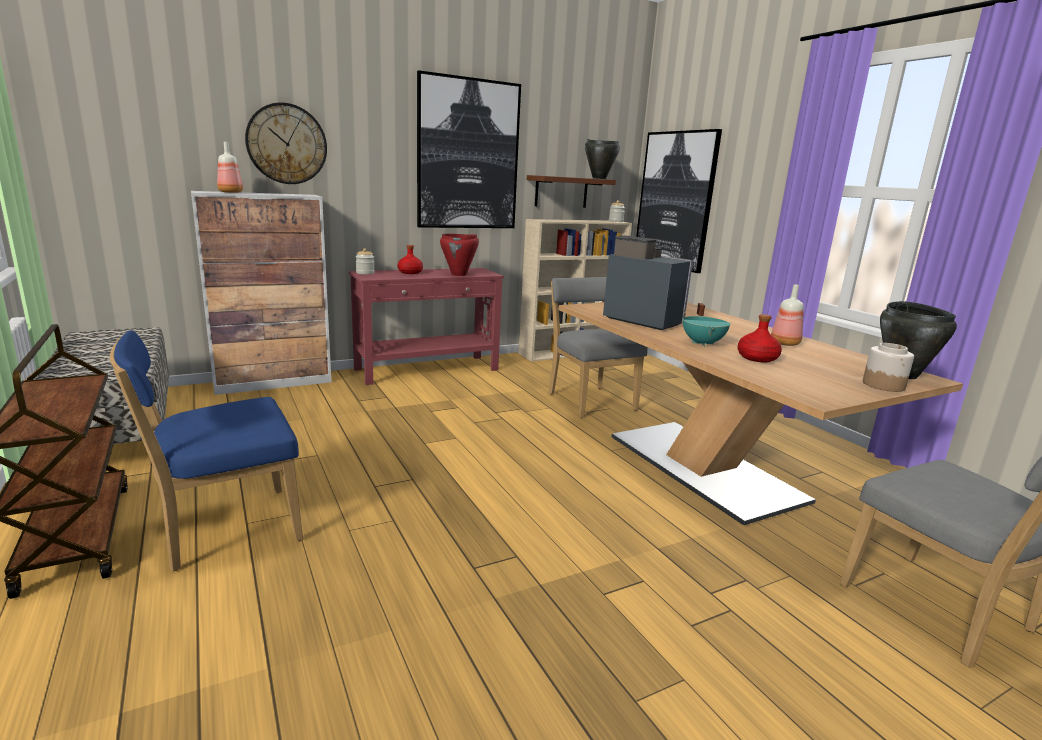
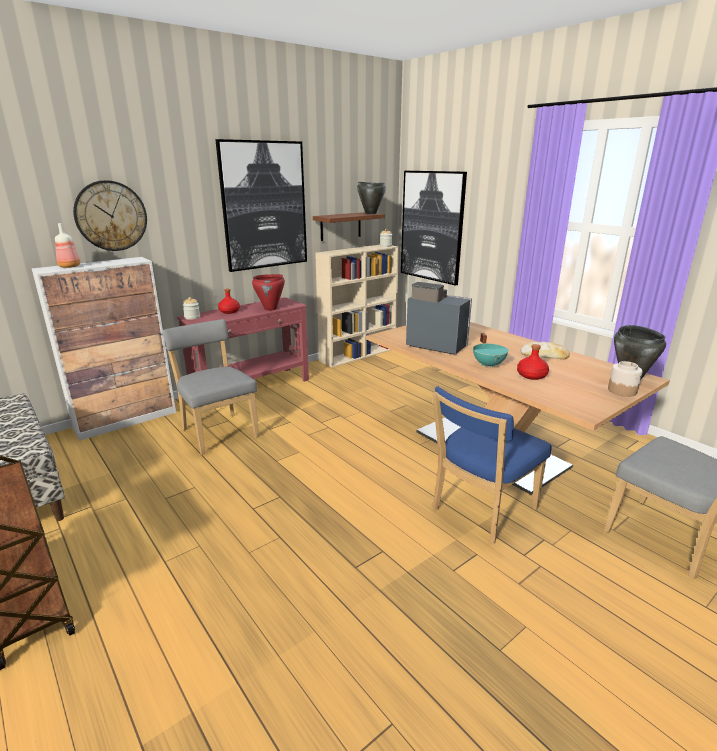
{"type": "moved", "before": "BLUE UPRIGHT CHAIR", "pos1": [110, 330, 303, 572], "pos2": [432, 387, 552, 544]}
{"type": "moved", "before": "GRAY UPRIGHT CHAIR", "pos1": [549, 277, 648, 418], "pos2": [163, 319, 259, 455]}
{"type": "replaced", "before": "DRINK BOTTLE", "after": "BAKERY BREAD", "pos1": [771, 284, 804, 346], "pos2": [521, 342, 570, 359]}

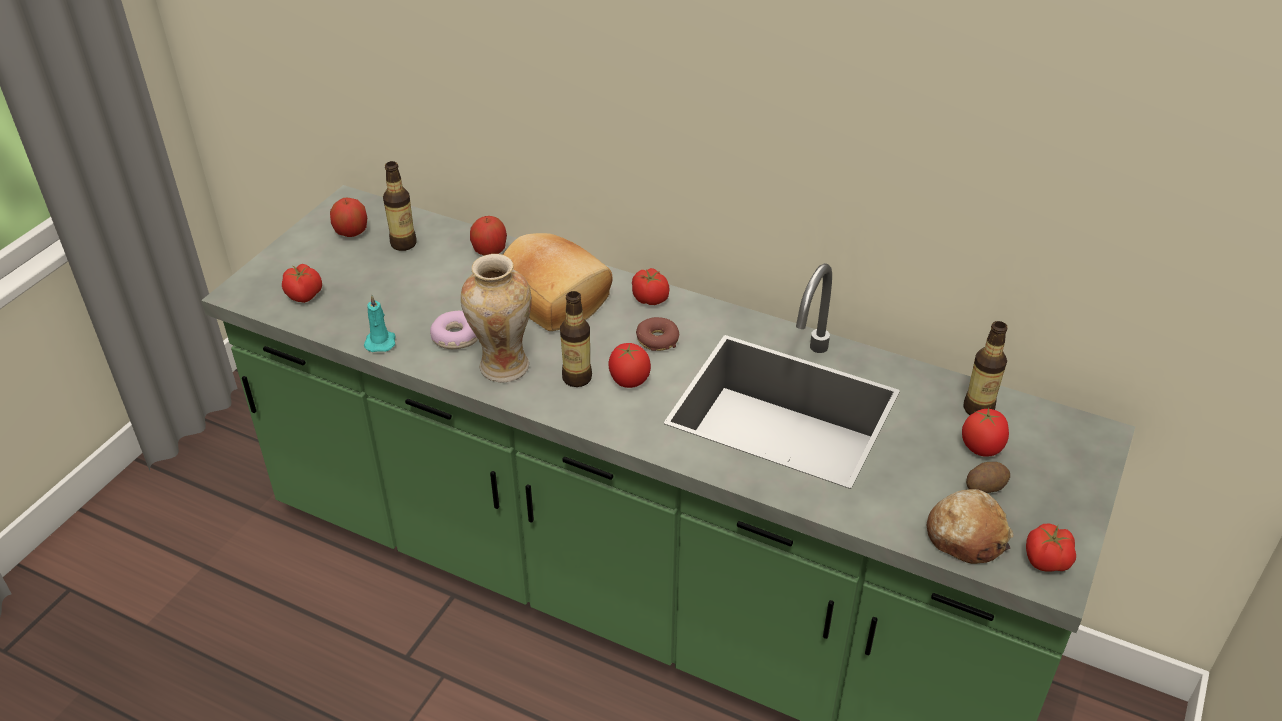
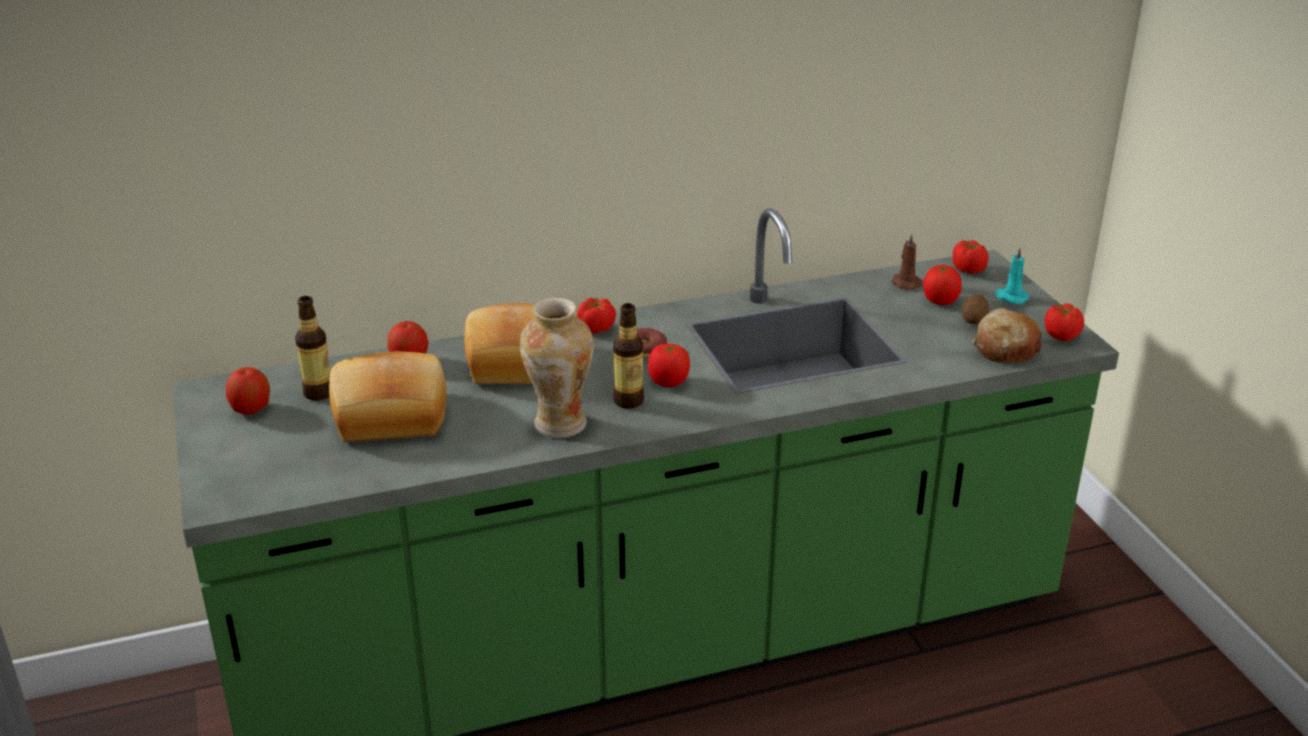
{"type": "removed", "before": "DOUGHNUT", "pos1": [430, 311, 478, 349]}
{"type": "added", "after": "BAKERY BREAD", "pos2": [329, 351, 446, 442]}
{"type": "moved", "before": "TOMATO", "pos1": [282, 264, 322, 303], "pos2": [953, 240, 988, 274]}
{"type": "moved", "before": "TURQUOISE-COLOURED WAX LIGHT", "pos1": [364, 295, 396, 352], "pos2": [994, 247, 1029, 304]}
{"type": "replaced", "before": "DRINK BOTTLE", "after": "BROWNISH WAX LIGHT", "pos1": [963, 321, 1008, 415], "pos2": [891, 233, 923, 290]}

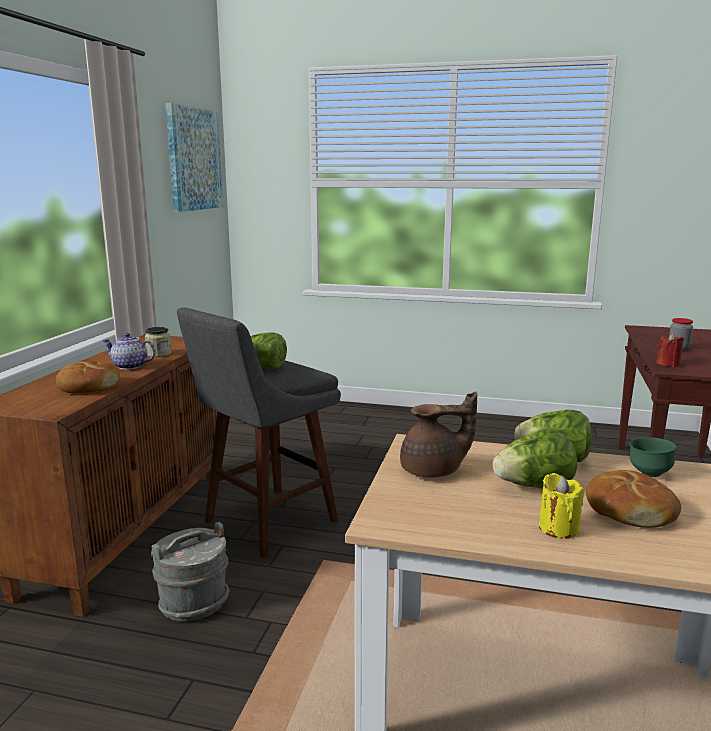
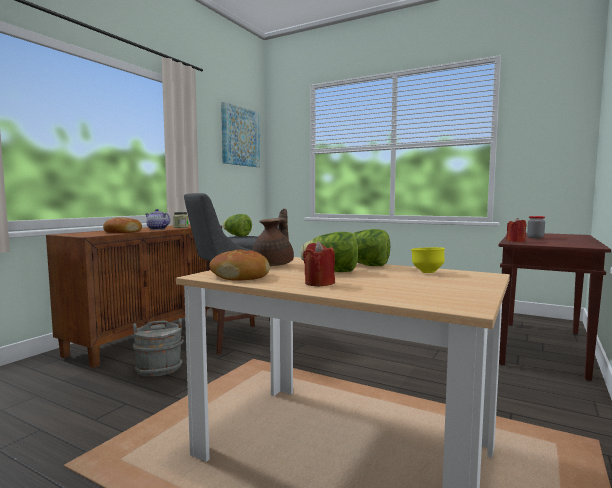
{"type": "moved", "before": "BAKERY BREAD", "pos1": [586, 470, 681, 528], "pos2": [209, 250, 270, 281]}
{"type": "recoloured", "before": "YELLOWISH WAX LIGHT", "after": "REDDISH WAX LIGHT", "pos1": [539, 473, 584, 539], "pos2": [303, 241, 335, 286]}
{"type": "recoloured", "before": "GREENISH SERVING BOWL", "after": "YELLOWISH SERVING BOWL", "pos1": [629, 437, 676, 477], "pos2": [411, 247, 445, 273]}
{"type": "turned", "before": "BROWNISH TEAPOT", "pos1": [400, 391, 477, 477], "pos2": [253, 208, 294, 266], "turn": -75}

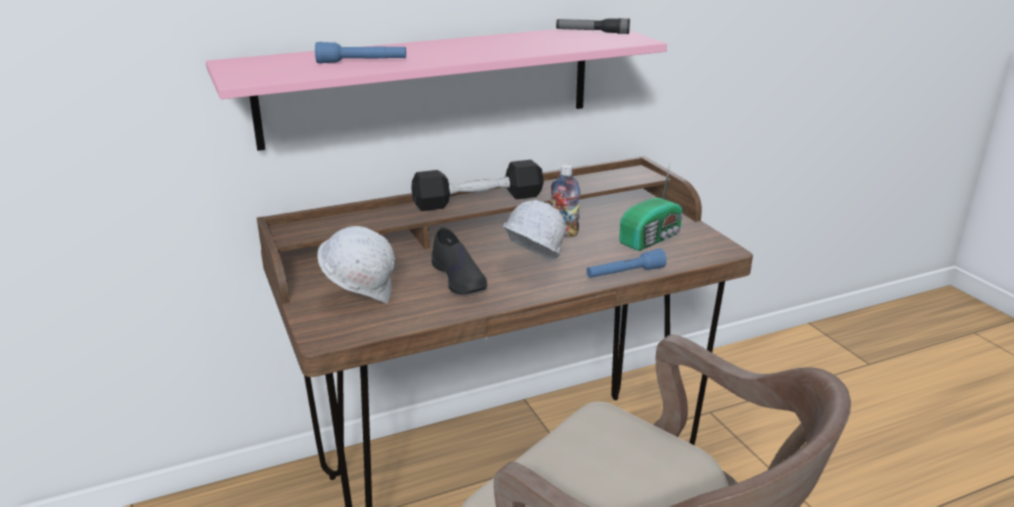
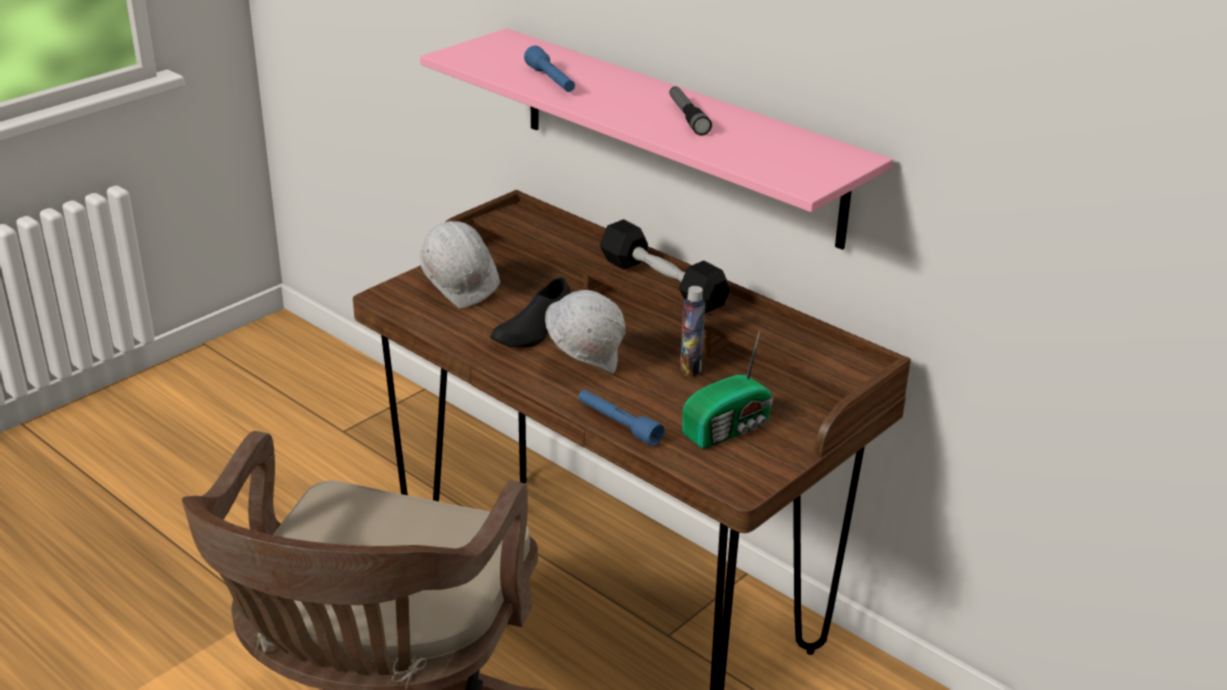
{"type": "moved", "before": "TORCH", "pos1": [556, 18, 630, 34], "pos2": [669, 87, 712, 136]}
{"type": "turned", "before": "RADIO", "pos1": [619, 163, 683, 251], "pos2": [682, 331, 773, 449], "turn": -60}

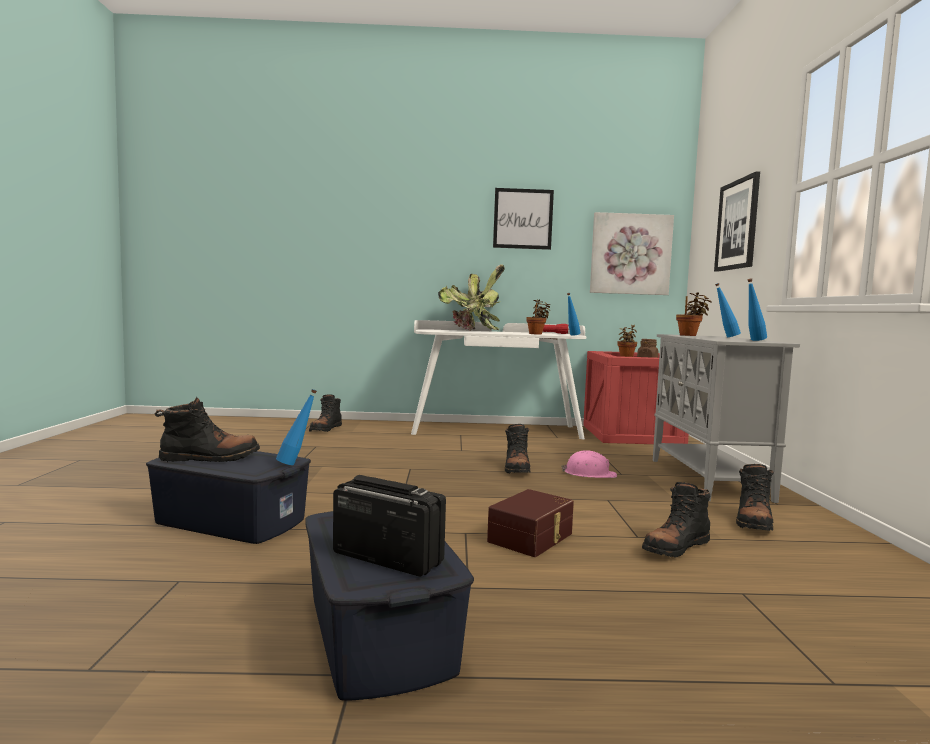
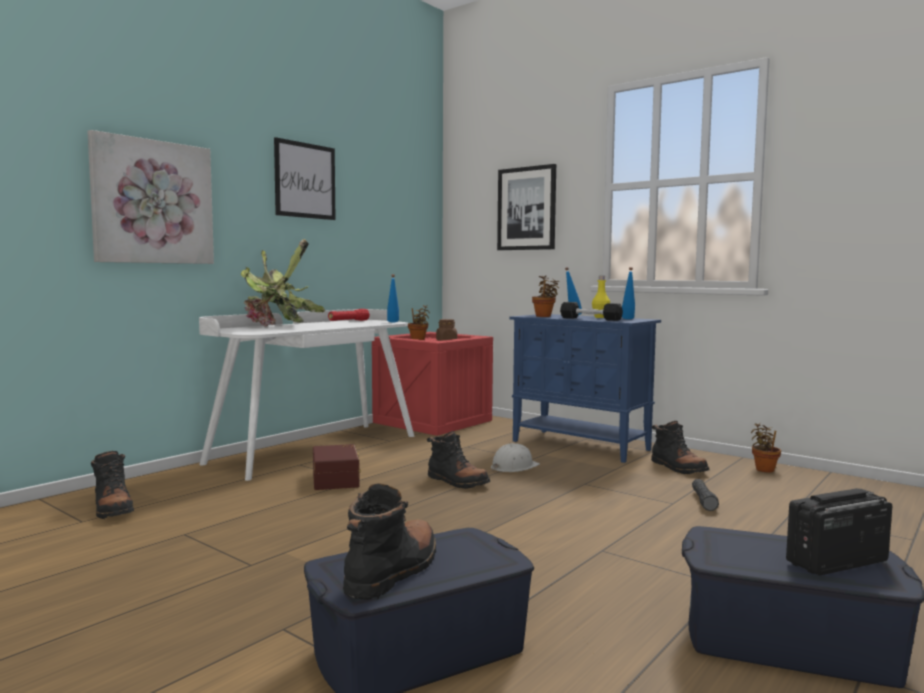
{"type": "removed", "before": "BLUE DRINK BOTTLE", "pos1": [276, 389, 317, 465]}
{"type": "added", "after": "BLACK-COLOURED FREE WEIGHT", "pos2": [560, 302, 623, 321]}
{"type": "added", "after": "YELLOWISH DRINK BOTTLE", "pos2": [592, 276, 610, 318]}
{"type": "moved", "before": "BROWNISH STORAGE BIN", "pos1": [487, 489, 574, 557], "pos2": [313, 444, 361, 490]}
{"type": "moved", "before": "HOUSEPLANT", "pos1": [526, 299, 551, 335], "pos2": [751, 423, 781, 473]}
{"type": "moved", "before": "WALL PICTURE", "pos1": [590, 212, 674, 295], "pos2": [88, 130, 214, 264]}
{"type": "replaced", "before": "BLACK-COLOURED TALL BOOT", "after": "BLACK-COLOURED TORCH", "pos1": [642, 482, 710, 557], "pos2": [692, 479, 719, 511]}
{"type": "recoloured", "before": "PINK WORK HELMET", "after": "WHITE WORK HELMET", "pos1": [562, 450, 617, 478], "pos2": [491, 443, 540, 472]}
{"type": "recoloured", "before": "GRAY STORAGE CABINET", "after": "BLUE STORAGE CABINET", "pos1": [653, 334, 800, 503], "pos2": [510, 314, 661, 463]}

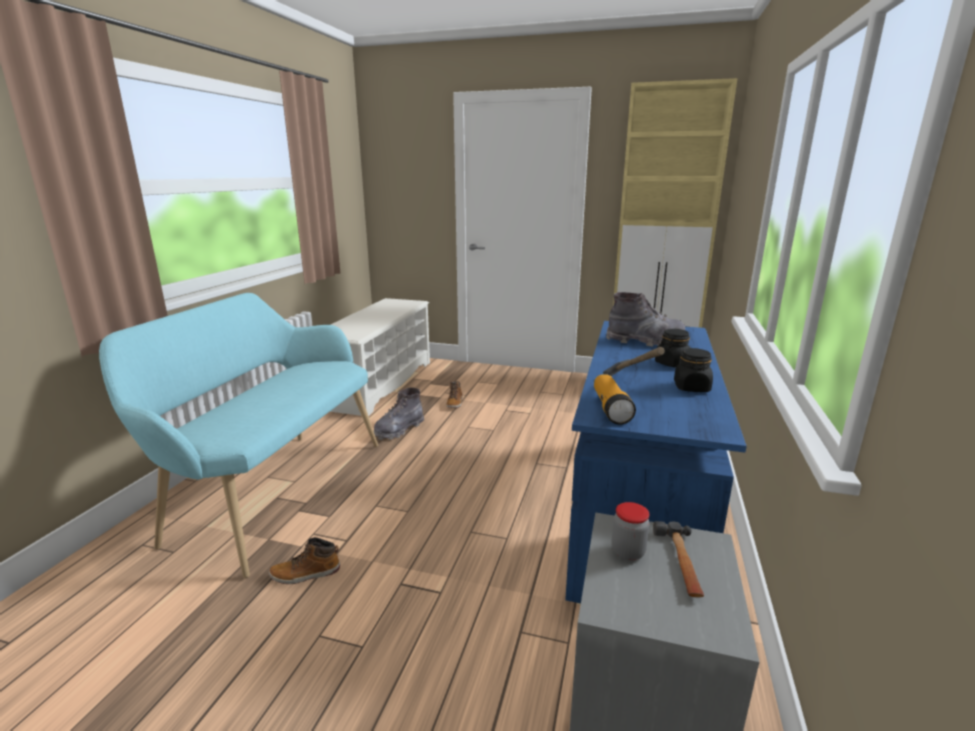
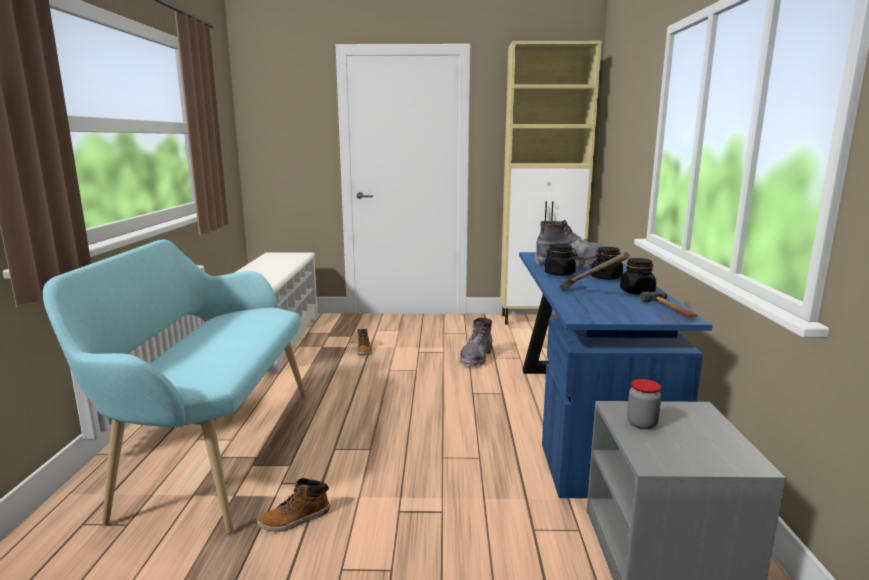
{"type": "removed", "before": "TORCH", "pos1": [594, 374, 636, 425]}
{"type": "added", "after": "BLACK-COLOURED STORAGE JAR", "pos2": [545, 244, 577, 276]}
{"type": "moved", "before": "GRAY TALL BOOT", "pos1": [374, 387, 424, 440], "pos2": [460, 318, 492, 367]}
{"type": "moved", "before": "HAND HAMMER", "pos1": [653, 521, 704, 597], "pos2": [640, 292, 698, 318]}

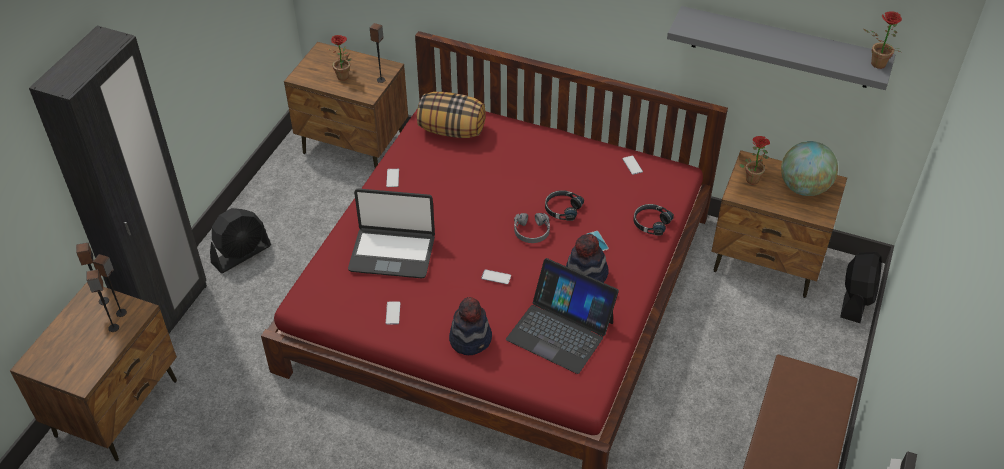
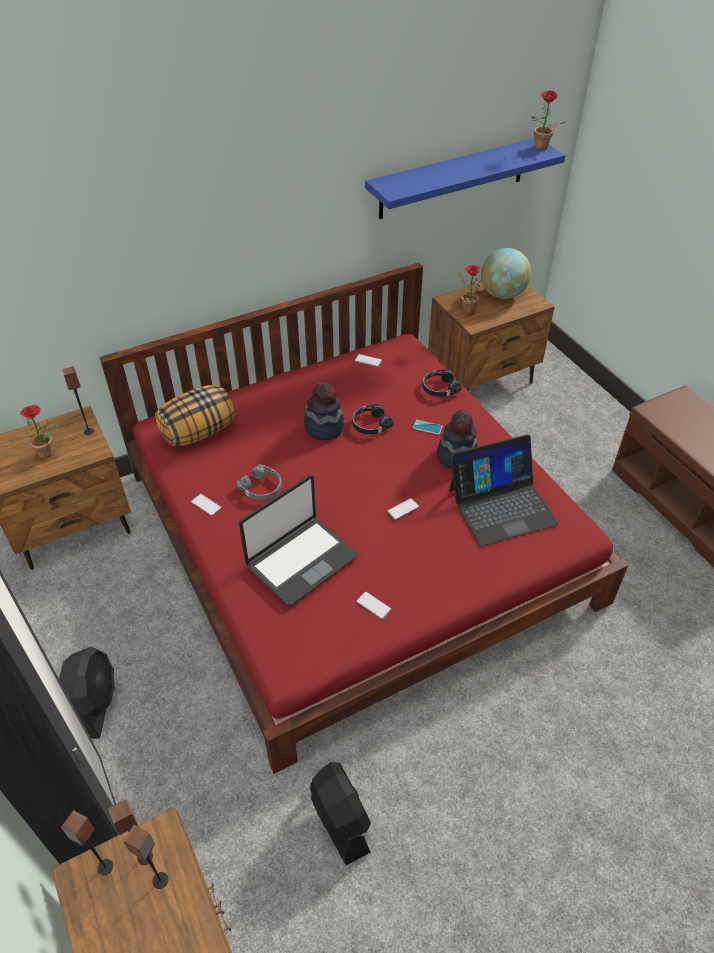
{"type": "moved", "before": "HAT", "pos1": [449, 297, 492, 355], "pos2": [304, 382, 345, 440]}
{"type": "moved", "before": "GRAY HEADPHONES", "pos1": [514, 213, 550, 243], "pos2": [237, 464, 282, 500]}
{"type": "moved", "before": "BLACK-COLOURED ELECTRIC FAN", "pos1": [840, 252, 882, 323], "pos2": [310, 762, 371, 865]}
{"type": "recoloured", "before": "GRAY BRACKET SHELF", "after": "BLUE BRACKET SHELF", "pos1": [667, 6, 895, 90], "pos2": [365, 138, 566, 219]}

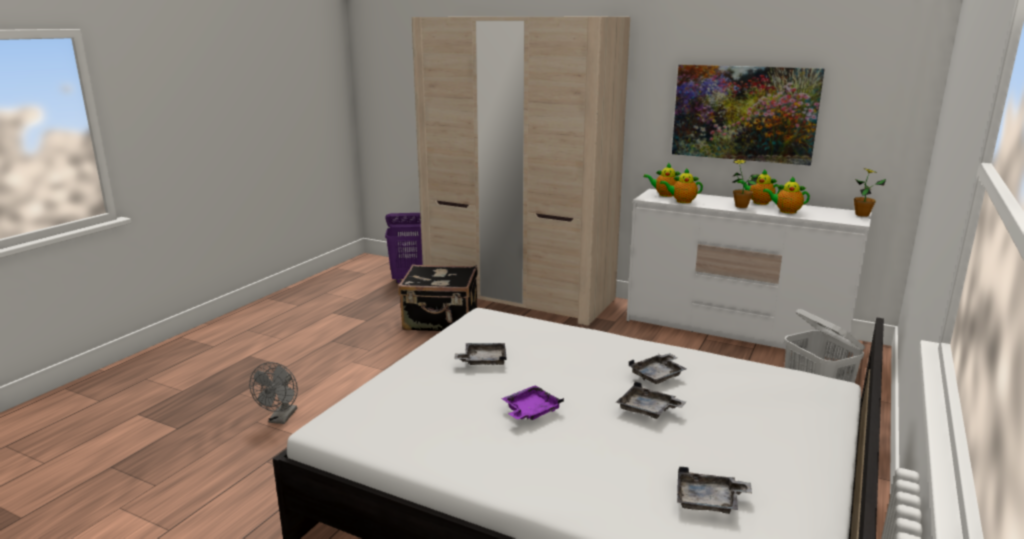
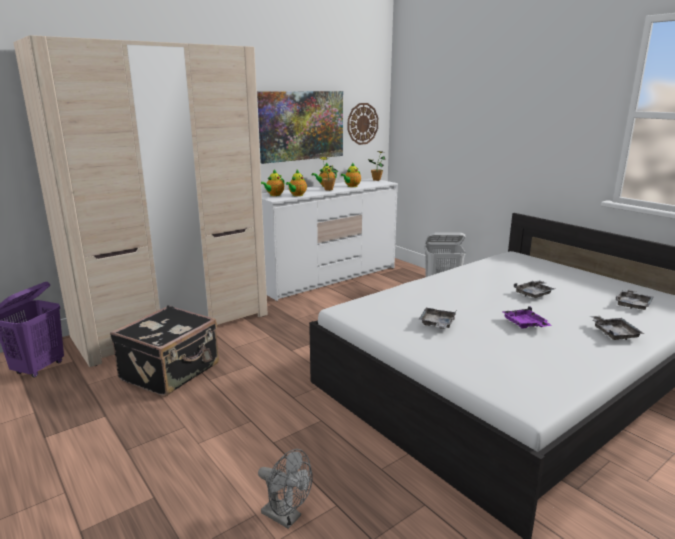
{"type": "added", "after": "WALL CLOCK", "pos2": [348, 103, 378, 145]}
{"type": "moved", "before": "GRAY CARRYING TRAY", "pos1": [629, 353, 686, 384], "pos2": [590, 316, 644, 340]}

